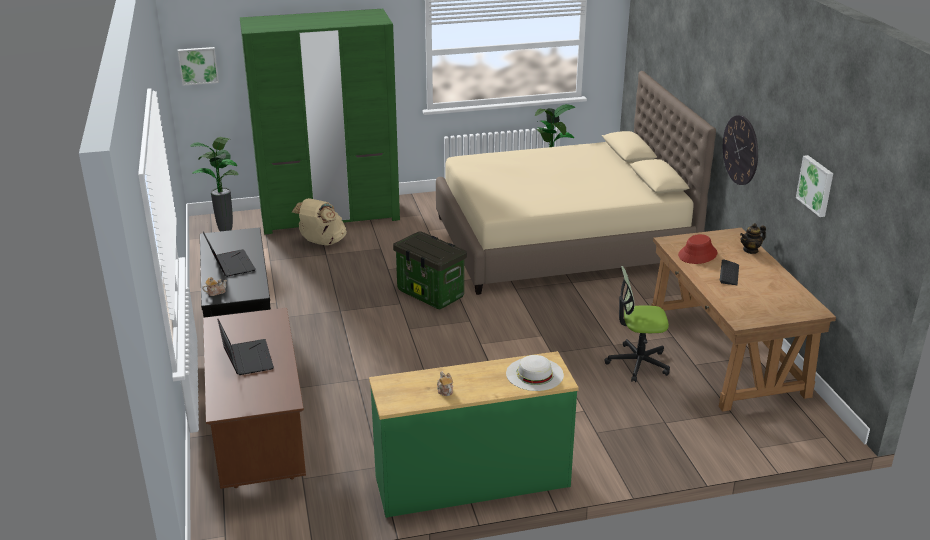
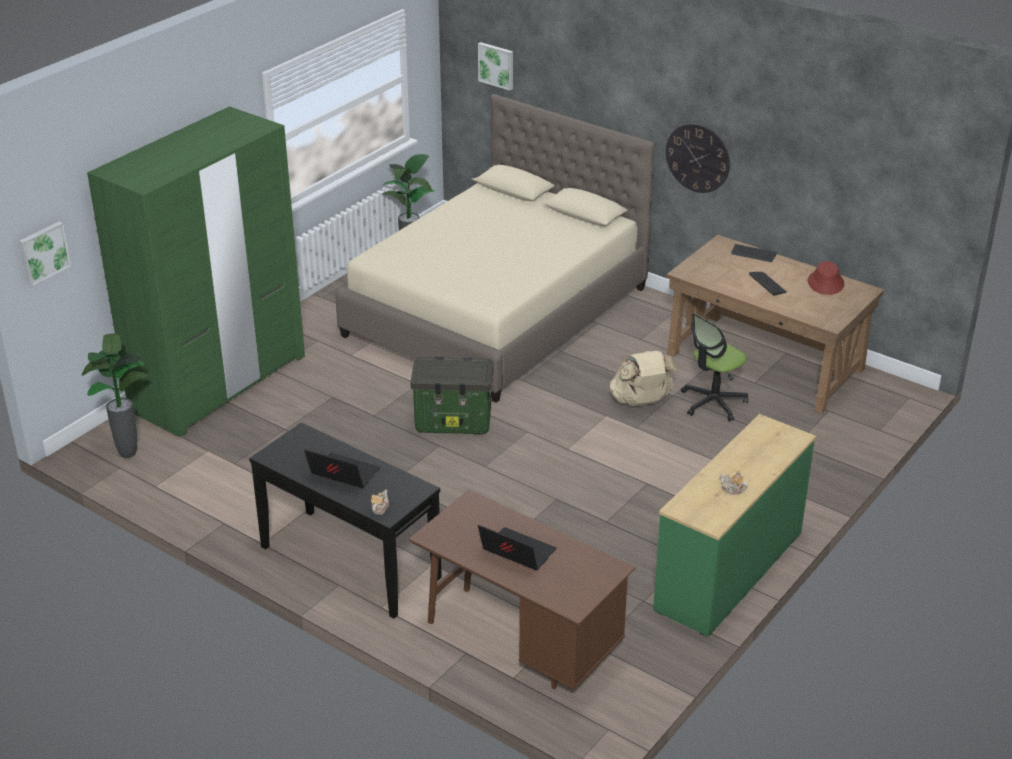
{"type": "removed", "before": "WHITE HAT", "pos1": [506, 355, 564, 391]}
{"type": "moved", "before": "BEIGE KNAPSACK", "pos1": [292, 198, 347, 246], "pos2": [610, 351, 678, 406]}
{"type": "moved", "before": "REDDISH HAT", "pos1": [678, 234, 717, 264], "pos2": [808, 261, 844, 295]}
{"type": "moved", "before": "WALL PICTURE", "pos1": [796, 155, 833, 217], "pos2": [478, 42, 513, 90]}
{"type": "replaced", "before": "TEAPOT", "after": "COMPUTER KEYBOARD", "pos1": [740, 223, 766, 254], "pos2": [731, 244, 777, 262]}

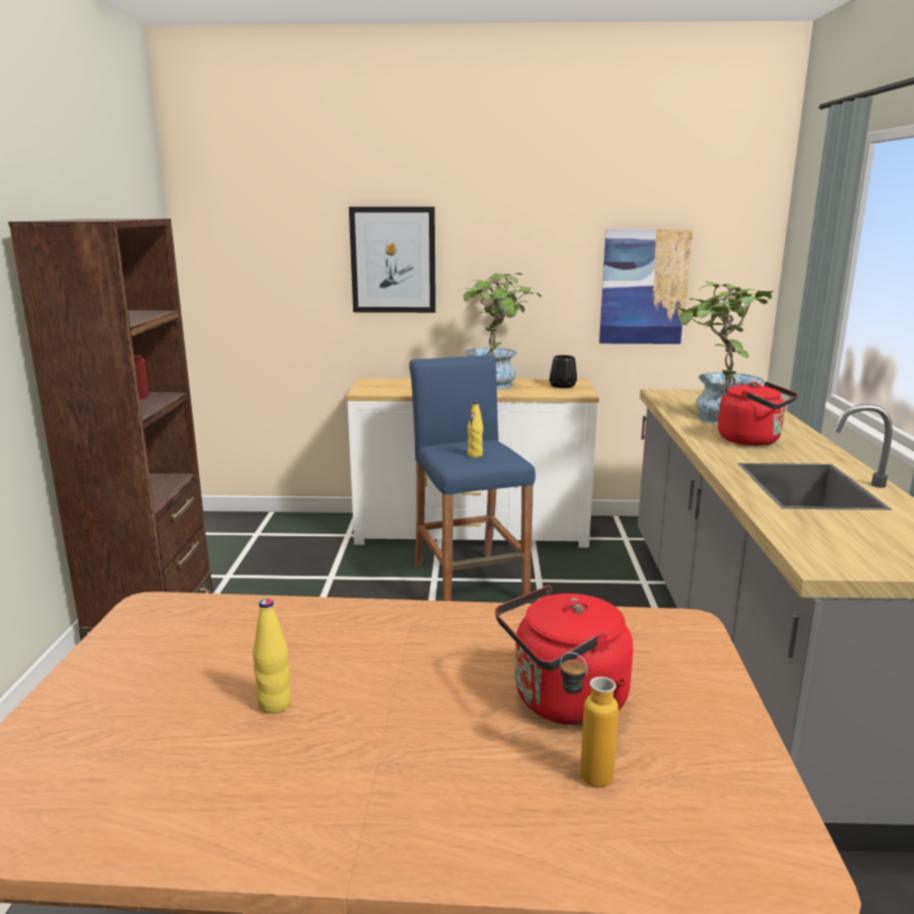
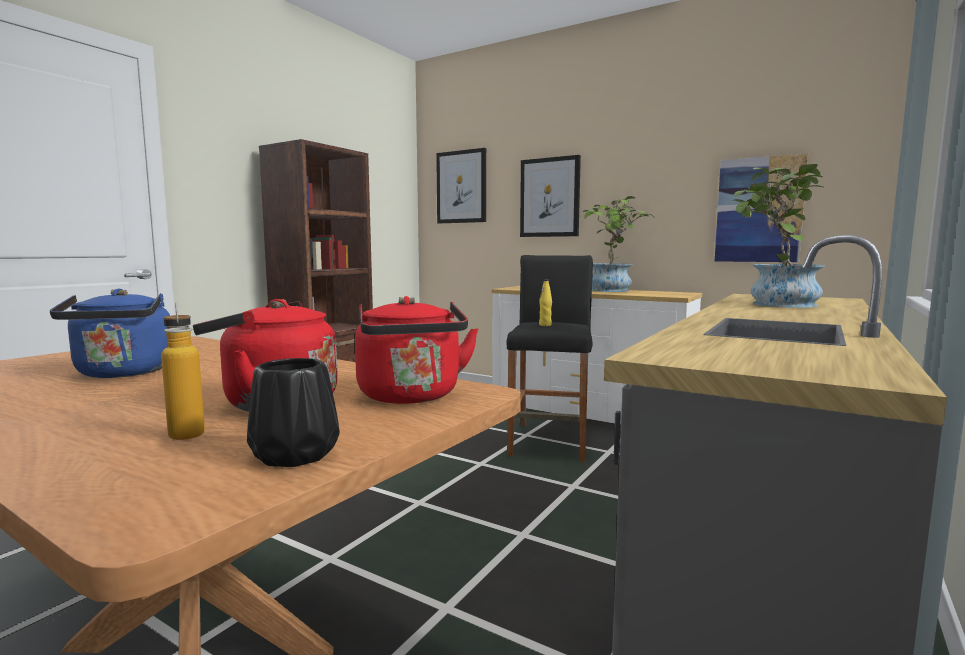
{"type": "added", "after": "WALL PICTURE", "pos2": [436, 148, 486, 223]}
{"type": "moved", "before": "BLACK-COLOURED DECORATIVE VASE", "pos1": [549, 355, 577, 388], "pos2": [247, 358, 340, 467]}
{"type": "moved", "before": "REDDISH KETTLE", "pos1": [718, 382, 798, 446], "pos2": [355, 296, 479, 404]}
{"type": "replaced", "before": "YELLOWISH DRINK BOTTLE", "after": "BLUE KETTLE", "pos1": [253, 599, 291, 714], "pos2": [50, 289, 189, 378]}
{"type": "recoloured", "before": "BLUE SITTING STOOL", "after": "BLACK-COLOURED SITTING STOOL", "pos1": [409, 355, 536, 601], "pos2": [506, 255, 593, 463]}

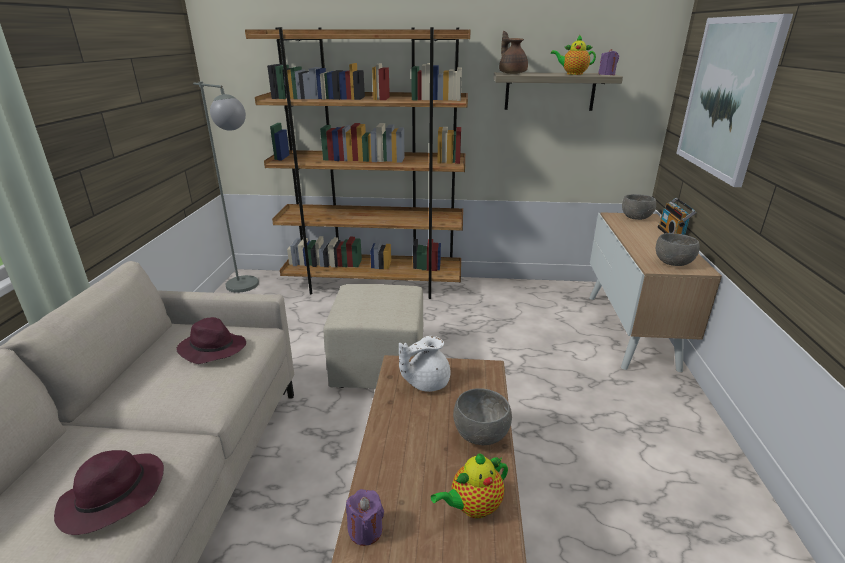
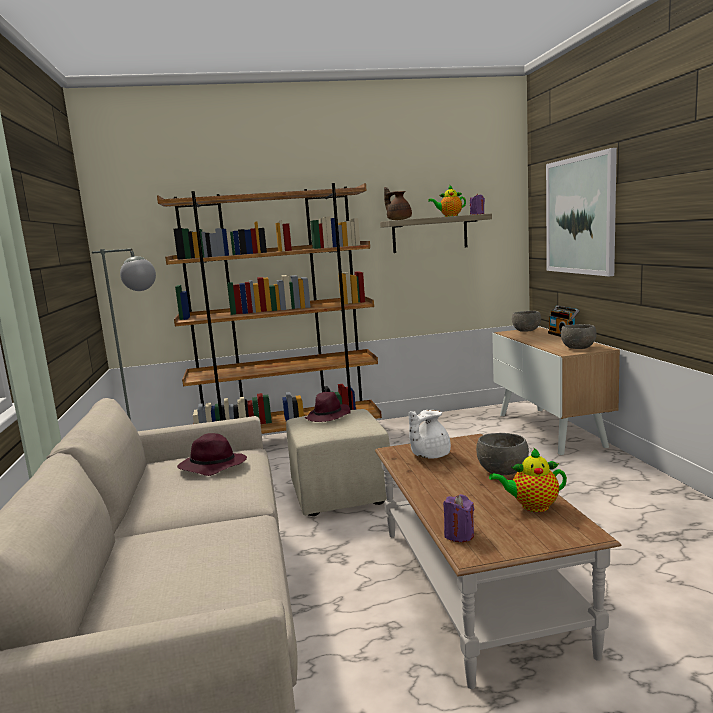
{"type": "moved", "before": "PURPLE HAT", "pos1": [54, 450, 164, 535], "pos2": [304, 392, 351, 422]}
{"type": "turned", "before": "TEAPOT", "pos1": [431, 453, 508, 519], "pos2": [489, 448, 567, 512], "turn": 45}

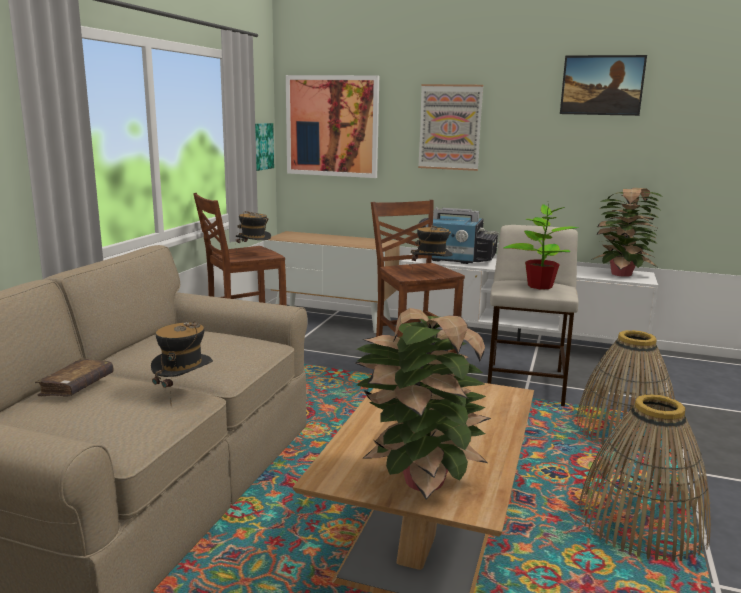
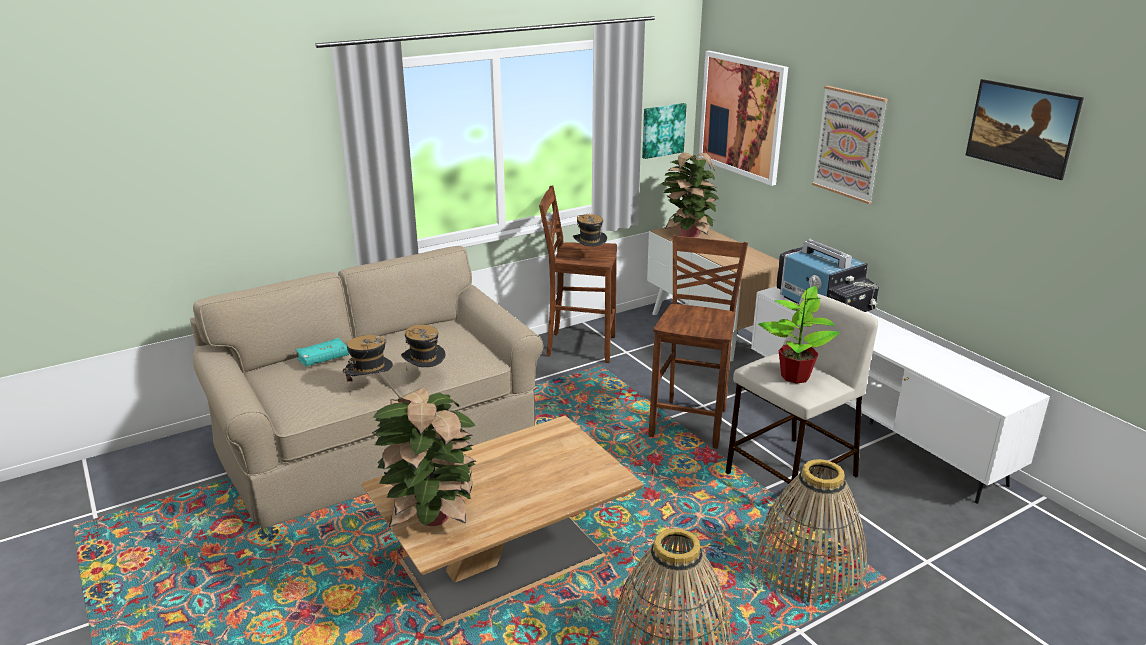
{"type": "moved", "before": "HAT", "pos1": [411, 225, 453, 261], "pos2": [401, 325, 446, 369]}
{"type": "moved", "before": "HOUSEPLANT", "pos1": [591, 188, 662, 277], "pos2": [660, 153, 719, 238]}
{"type": "recoloured", "before": "BROWNISH BOOK", "after": "TURQUOISE-COLOURED BOOK", "pos1": [35, 358, 113, 396], "pos2": [295, 338, 349, 367]}

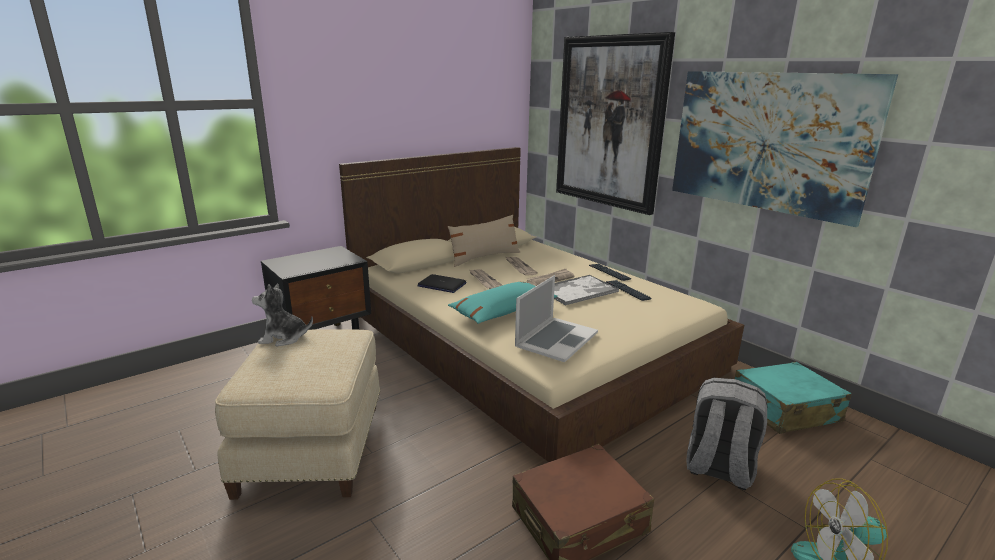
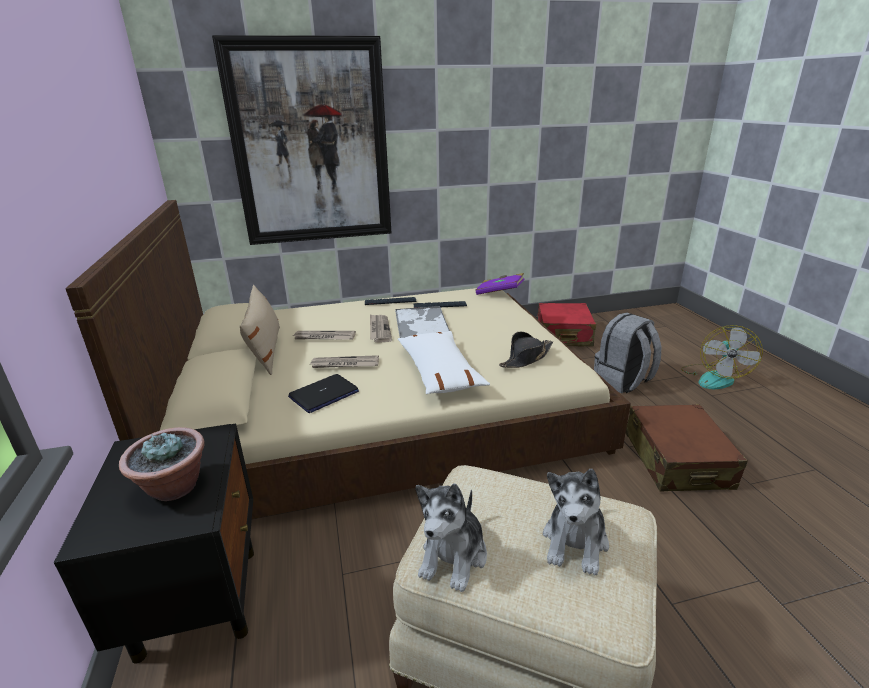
{"type": "removed", "before": "WALL PICTURE", "pos1": [672, 71, 898, 227]}
{"type": "added", "after": "HOUSEPLANT", "pos2": [119, 427, 204, 501]}
{"type": "added", "after": "PURPLE BOOK", "pos2": [475, 273, 525, 295]}
{"type": "added", "after": "SOFT TOY", "pos2": [543, 469, 609, 576]}
{"type": "replaced", "before": "NOTEBOOK COMPUTER", "after": "BLACK-COLOURED HAT", "pos1": [515, 275, 598, 362], "pos2": [499, 332, 553, 368]}
{"type": "recoloured", "before": "TURQUOISE-COLOURED CUSHION", "after": "WHITE CUSHION", "pos1": [448, 282, 557, 324], "pos2": [398, 331, 490, 394]}
{"type": "recoloured", "before": "TURQUOISE-COLOURED PIECE OF LUGGAGE", "after": "REDDISH PIECE OF LUGGAGE", "pos1": [735, 362, 852, 434], "pos2": [537, 303, 596, 347]}

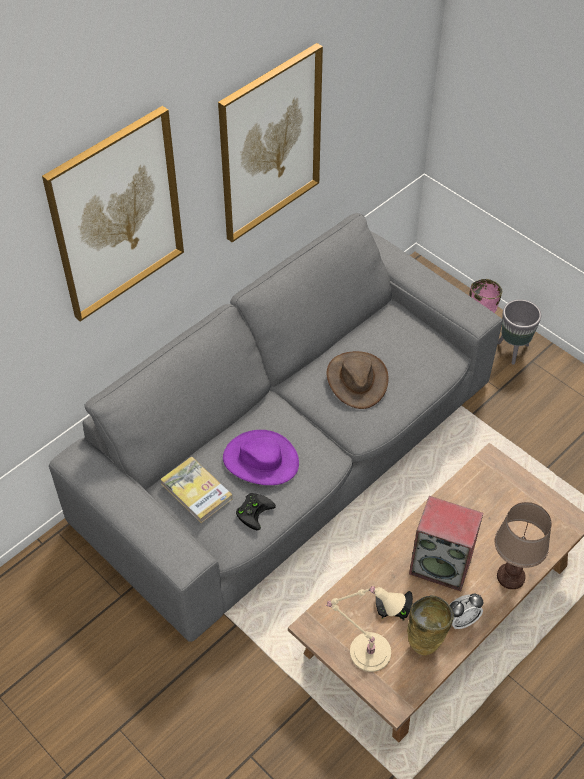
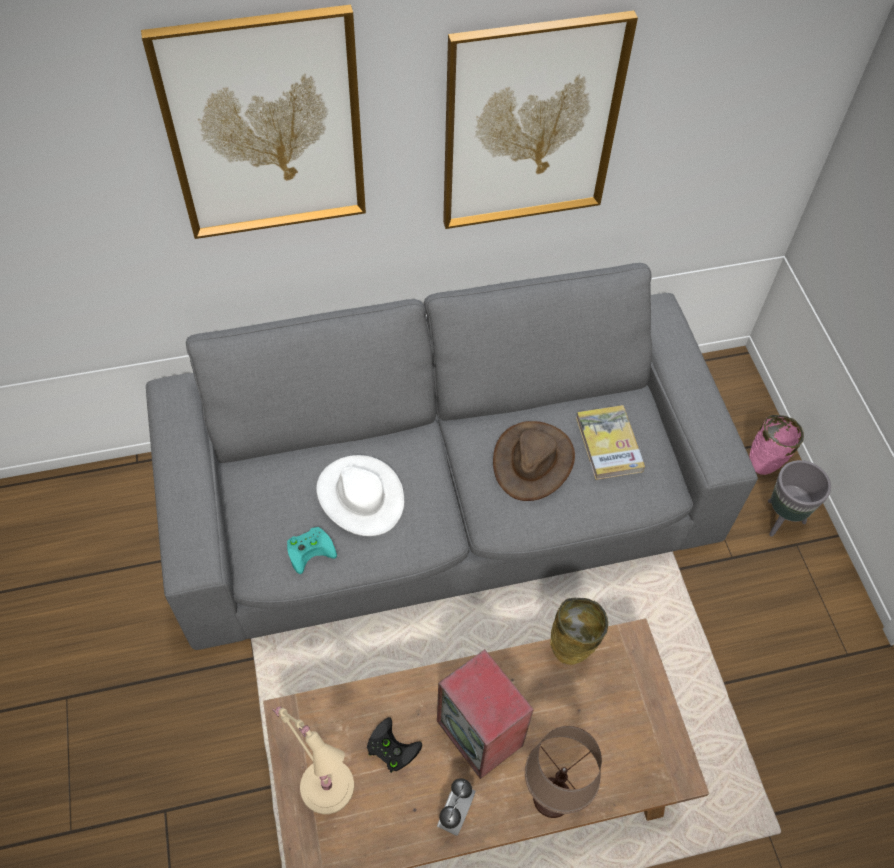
{"type": "moved", "before": "BOOK", "pos1": [160, 457, 232, 523], "pos2": [576, 405, 645, 480]}
{"type": "moved", "before": "BEIGE DECORATIVE VASE", "pos1": [407, 595, 454, 656], "pos2": [550, 598, 608, 665]}
{"type": "recoloured", "before": "PURPLE HAT", "after": "WHITE HAT", "pos1": [223, 430, 299, 485], "pos2": [316, 455, 404, 536]}
{"type": "recoloured", "before": "BLACK-COLOURED GAME CONTROLLER", "after": "TURQUOISE-COLOURED GAME CONTROLLER", "pos1": [236, 493, 276, 530], "pos2": [287, 527, 337, 574]}
{"type": "turned", "before": "ALARM CLOCK", "pos1": [449, 594, 484, 629], "pos2": [437, 778, 475, 836], "turn": 105}

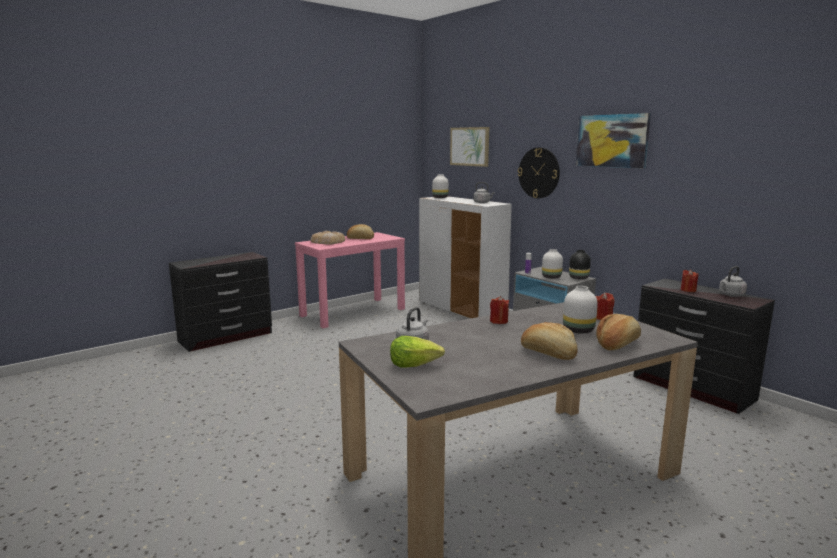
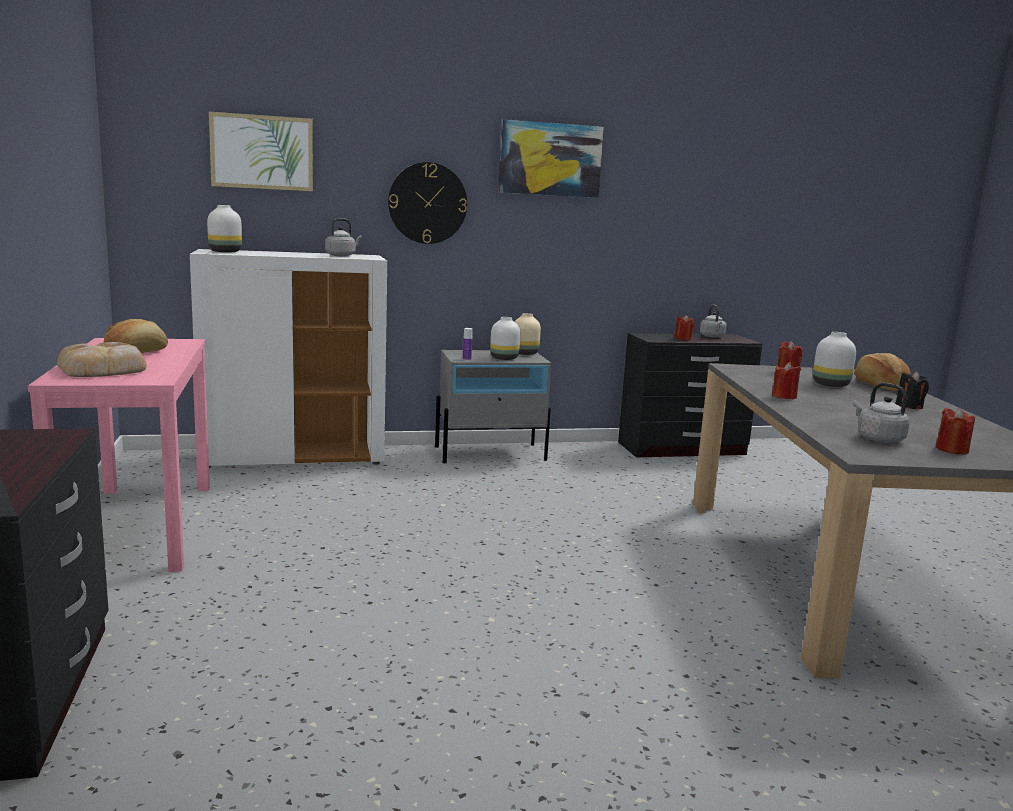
{"type": "replaced", "before": "HEAD OF LETTUCE", "after": "REDDISH WAX LIGHT", "pos1": [390, 336, 445, 368], "pos2": [936, 408, 975, 454]}
{"type": "replaced", "before": "BAKERY BREAD", "after": "BLACK-COLOURED WAX LIGHT", "pos1": [521, 322, 578, 360], "pos2": [896, 371, 929, 409]}
{"type": "recoloured", "before": "BLACK-COLOURED DECORATIVE VASE", "after": "BEIGE DECORATIVE VASE", "pos1": [569, 250, 591, 279], "pos2": [515, 313, 541, 355]}

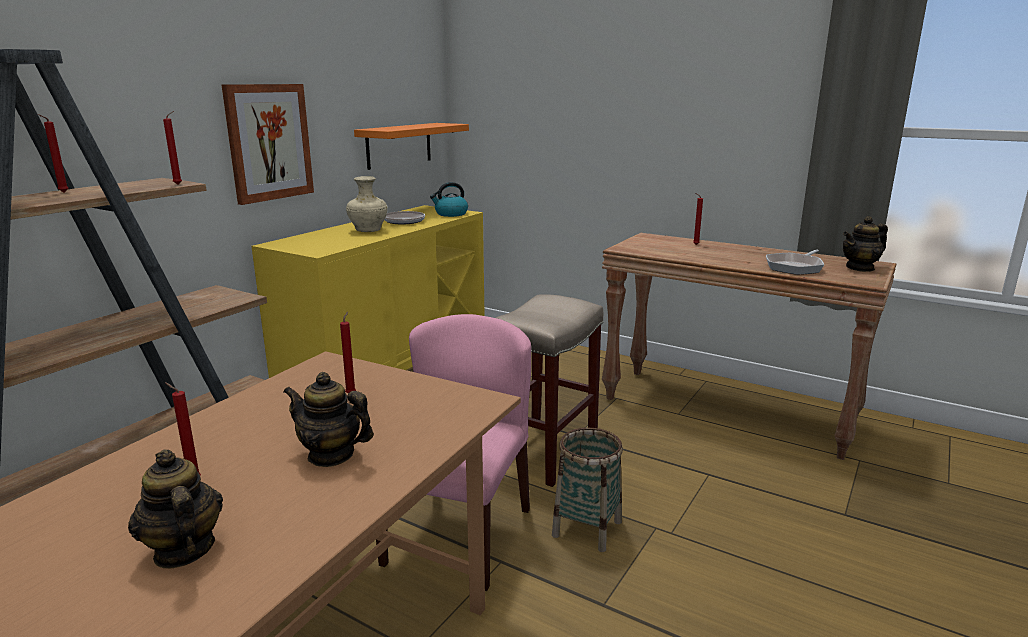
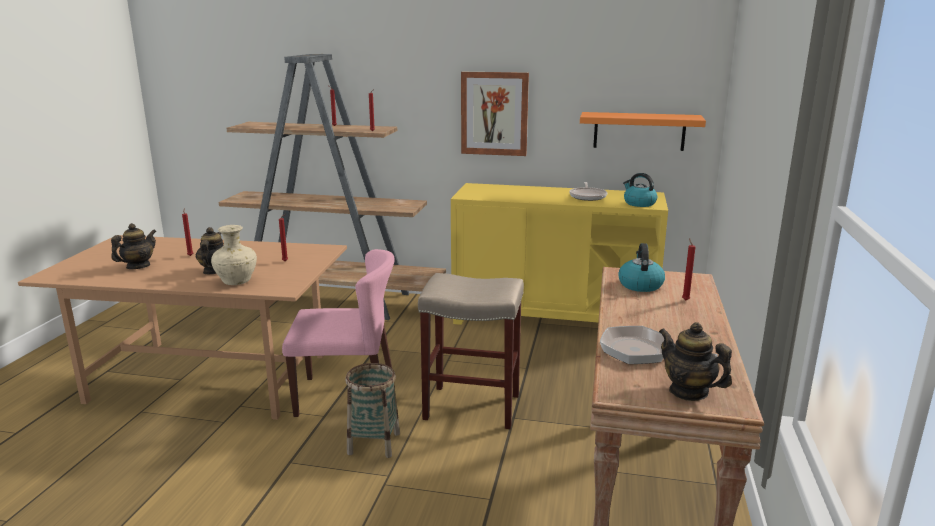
{"type": "added", "after": "KETTLE", "pos2": [618, 243, 665, 292]}
{"type": "moved", "before": "BEIGE DECORATIVE VASE", "pos1": [346, 176, 387, 232], "pos2": [211, 225, 257, 285]}

